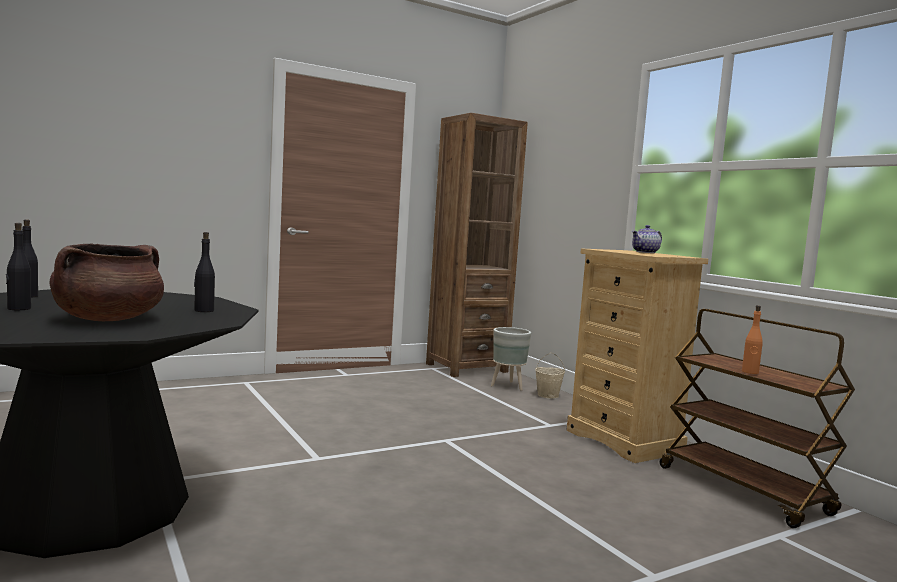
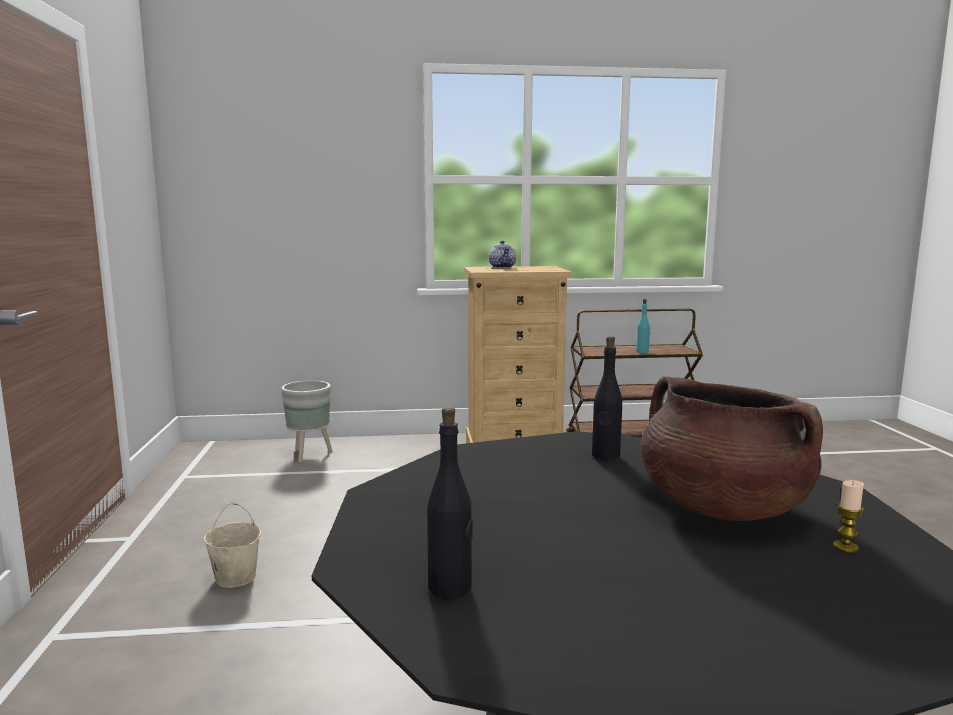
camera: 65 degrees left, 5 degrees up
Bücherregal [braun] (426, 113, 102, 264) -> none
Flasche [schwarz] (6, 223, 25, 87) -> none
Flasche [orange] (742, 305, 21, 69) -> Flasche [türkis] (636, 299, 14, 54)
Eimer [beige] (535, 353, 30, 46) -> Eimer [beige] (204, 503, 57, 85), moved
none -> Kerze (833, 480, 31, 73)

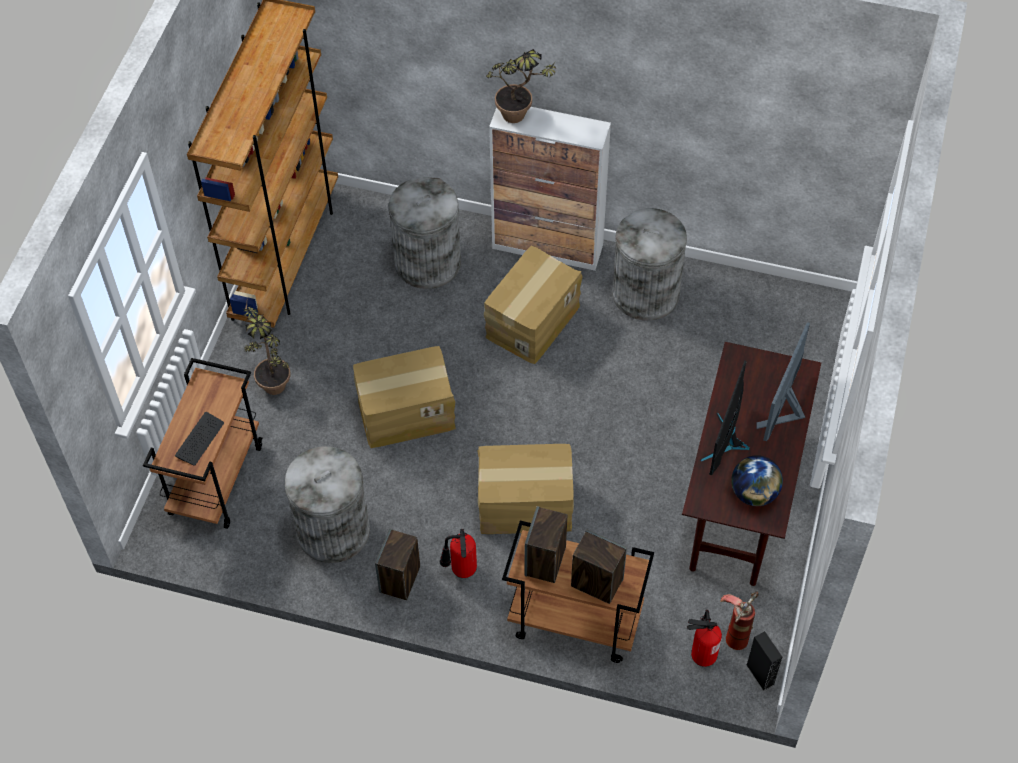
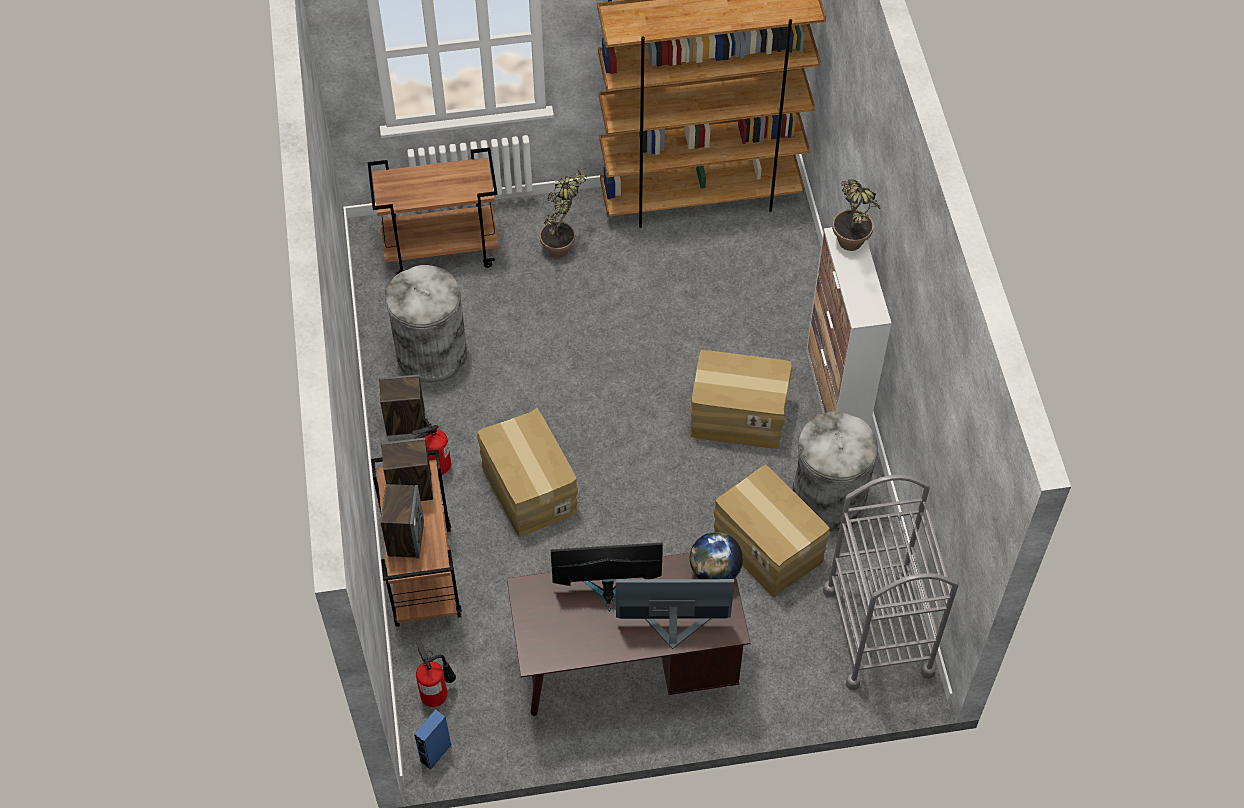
camera: 65 degrees right, 0 degrees up
Mülleimer [grau] (389, 177, 72, 112) -> none
Karton (353, 346, 103, 102) -> Karton (714, 465, 116, 133), moved
Tastatur (175, 412, 49, 54) -> none
Globus (731, 455, 52, 51) -> Globus (690, 532, 53, 47), moved
Feuerlöscher (720, 591, 39, 59) -> none
Lautsprecher [schwarz] (746, 631, 36, 60) -> Lautsprecher [blau] (414, 709, 38, 61)
none -> Rollwagen [grau] (823, 475, 135, 215)

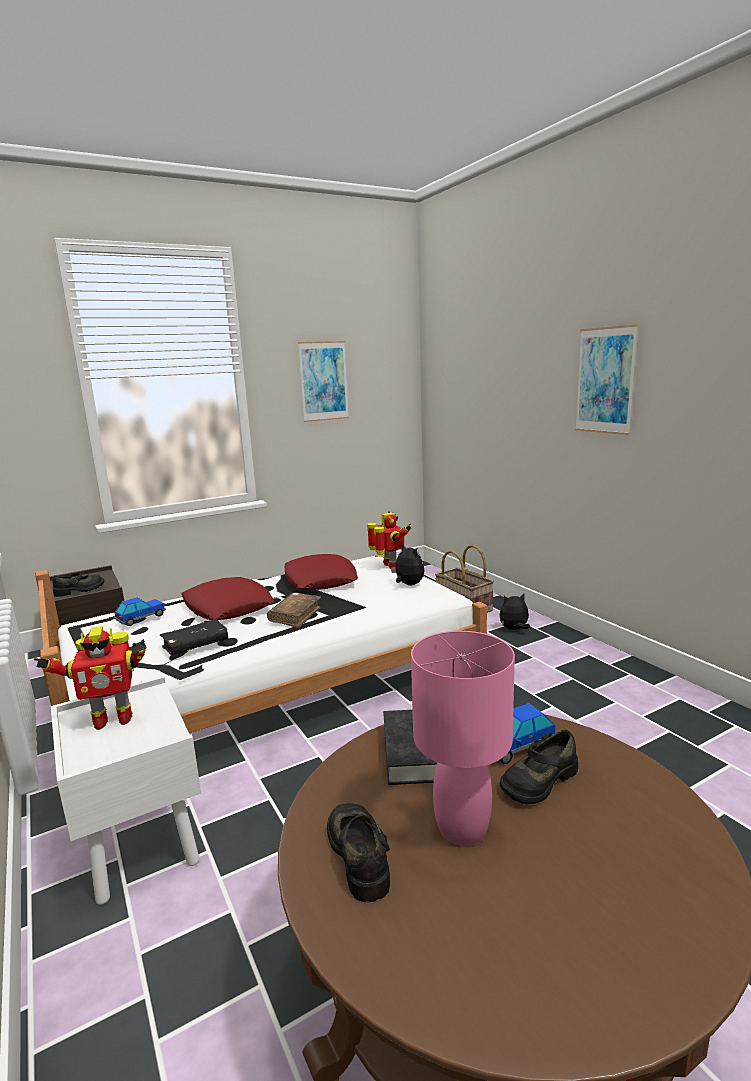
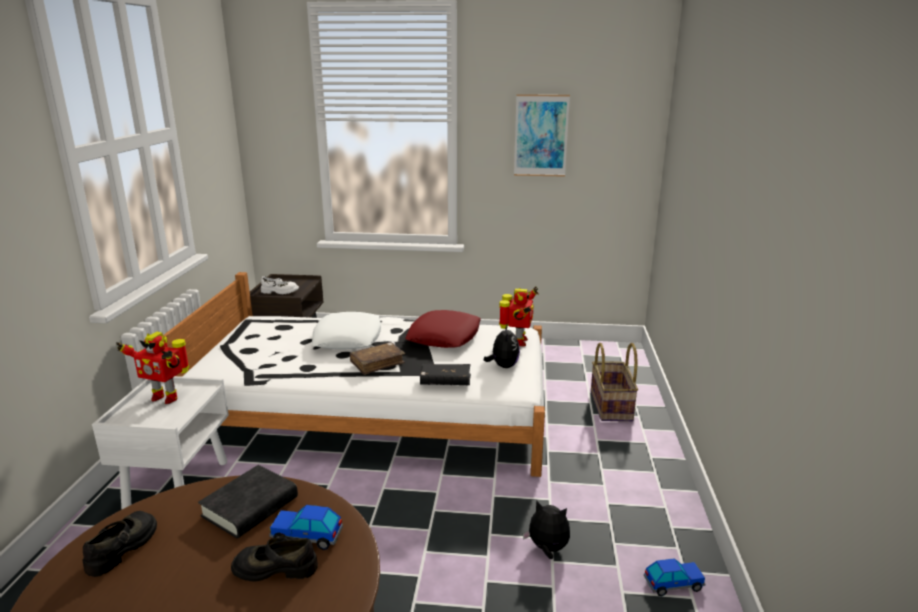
camera: 35 degrees right, 5 degrees up
Bild (575, 324, 63, 111) -> none
Schuh [schwarz] (52, 573, 53, 24) -> Schuh [weiß] (261, 276, 38, 18)
Kissen [rot] (181, 577, 93, 43) -> Kissen [weiß] (312, 312, 69, 37)
Plüschtier (499, 593, 31, 37) -> Plüschtier (523, 500, 47, 59), moved
Spielzeugauto (114, 597, 52, 29) -> Spielzeugauto (644, 558, 62, 39), moved
Buch [schwarz] (160, 619, 69, 36) -> Buch [schwarz] (419, 364, 52, 21), moved
Tischlampe [rosa] (411, 631, 104, 215) -> none

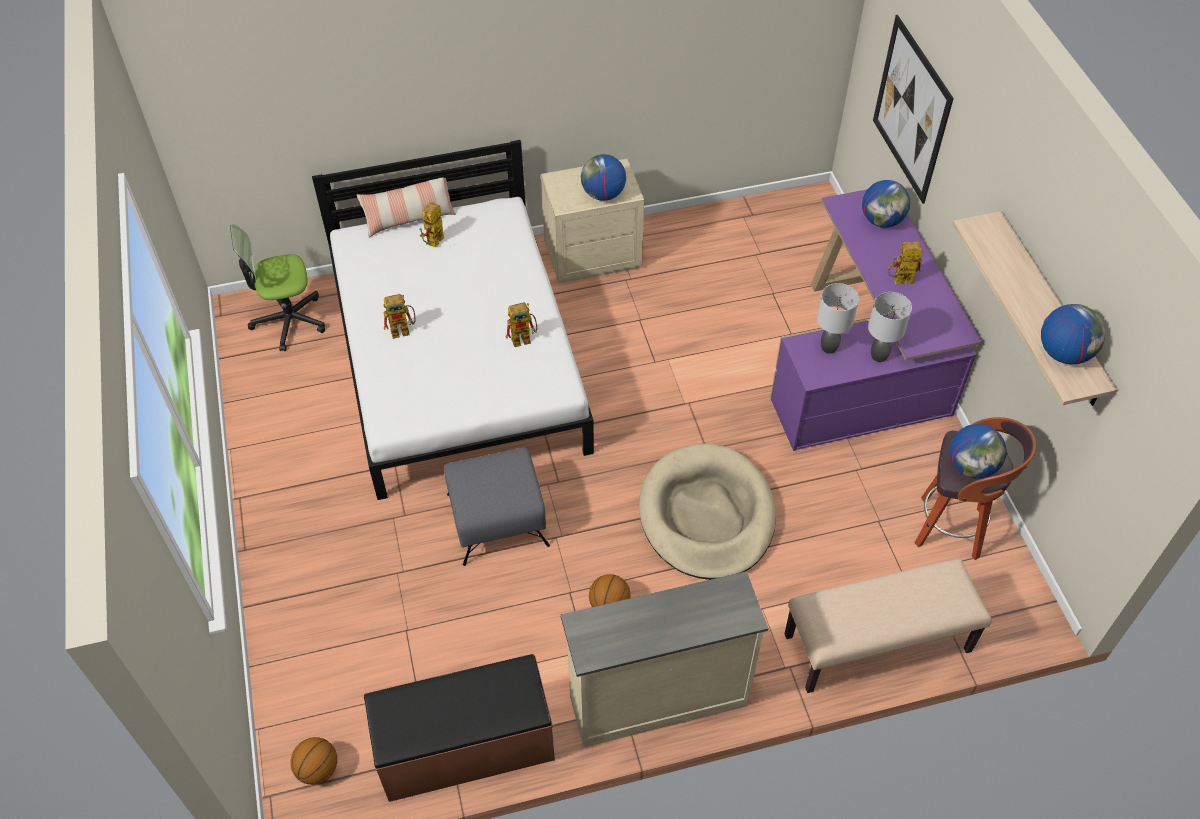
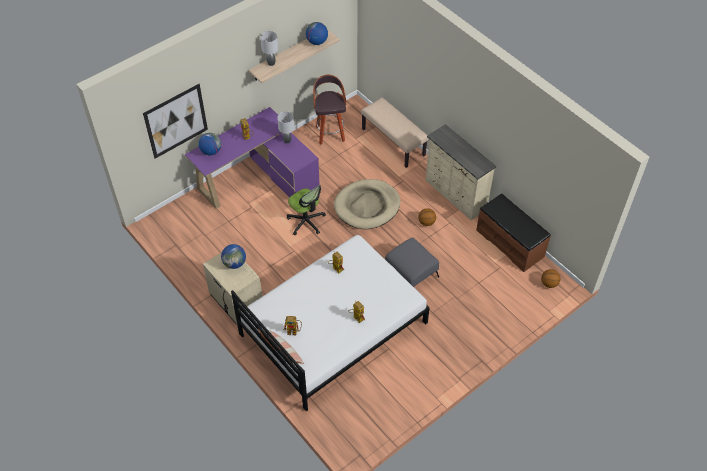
camera: 115 degrees left, 0 degrees up
Bürostuhl (230, 225, 95, 126) -> Bürostuhl (287, 185, 39, 51), moved
Tischlampe [grau] (817, 283, 42, 71) -> Tischlampe [grau] (260, 31, 18, 35), moved
Globus (950, 424, 57, 54) -> none

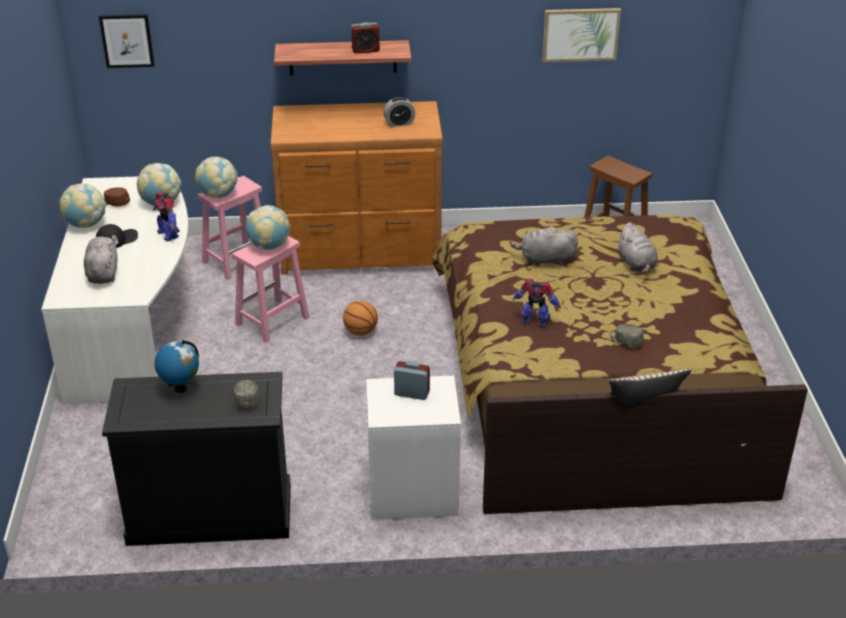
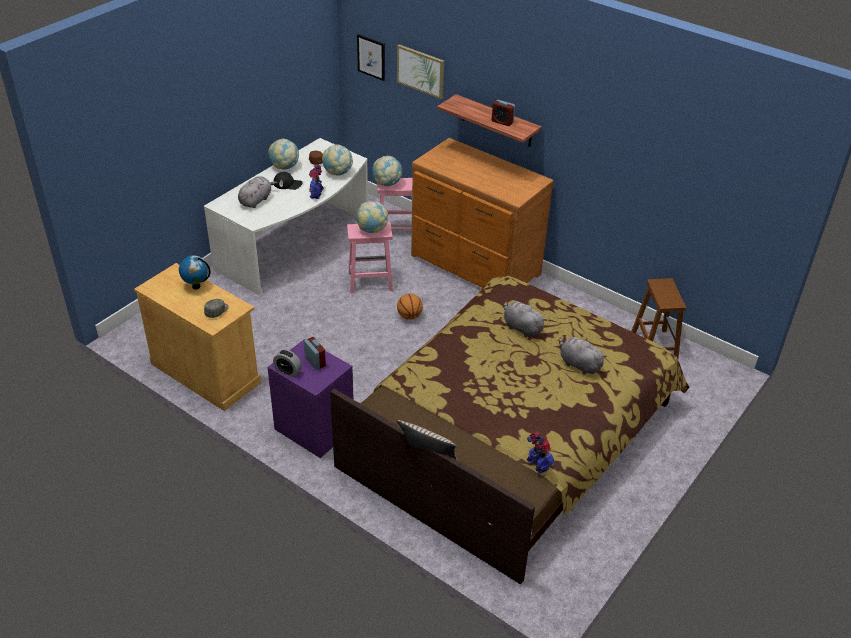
camera: 40 degrees right, 5 degrees up
Bild (542, 8, 79, 54) -> Bild (397, 44, 47, 55), moved
Wecker (383, 97, 32, 30) -> Wecker (273, 349, 29, 28), moved
Plüschtier [grau] (617, 222, 41, 52) -> Plüschtier [grau] (559, 337, 48, 38), 105 degrees clockwise
Spielzeugroboter (513, 279, 48, 47) -> Spielzeugroboter (527, 431, 28, 43), moved
Kappe [grau] (610, 324, 34, 24) -> none
Schrank [schwarz] (102, 372, 189, 174) -> Schrank [beige] (134, 263, 127, 148)
Nachttisch [weiß] (366, 376, 95, 144) -> Nachttisch [lila] (268, 339, 86, 119)

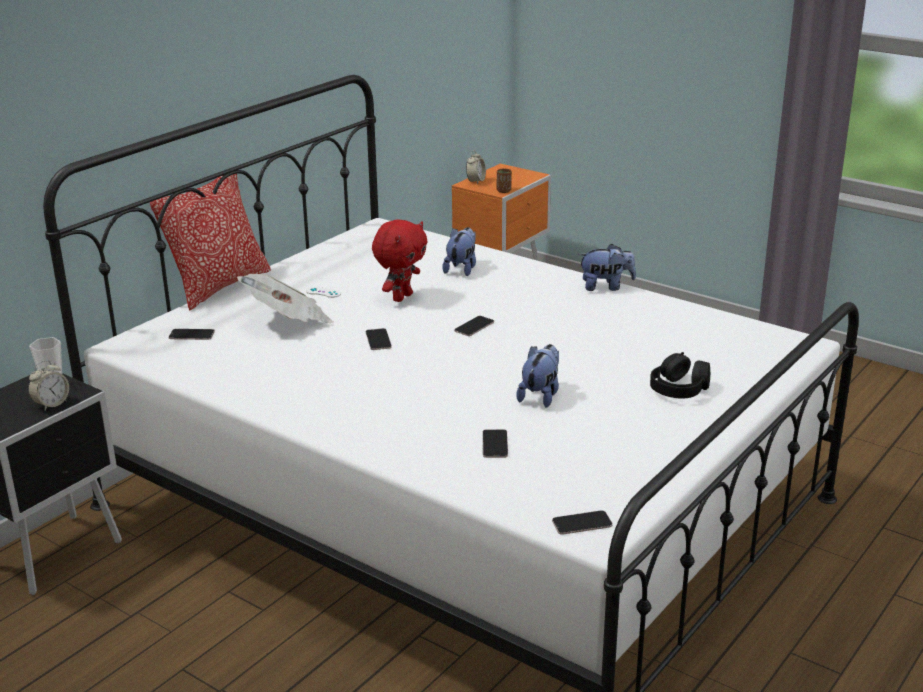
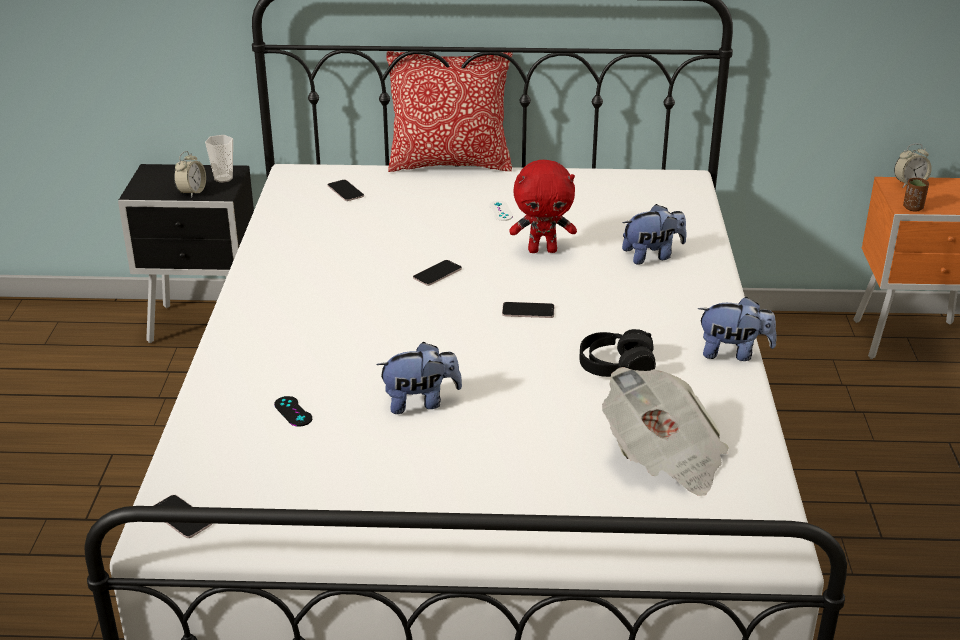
camera: 55 degrees right, 5 degrees up
Plüschtier (579, 244, 57, 47) -> Plüschtier (698, 297, 79, 64), 45 degrees counterclockwise
Zeitung (237, 274, 96, 49) -> Zeitung (602, 367, 127, 129), moved
Kopfhörer [schwarz] (650, 352, 60, 47) -> Kopfhörer [schwarz] (579, 329, 77, 48), moved
Wecker (28, 360, 41, 51) -> Wecker (174, 151, 32, 47), 75 degrees counterclockwise
Handy (483, 429, 25, 29) -> Gamepad [schwarz] (274, 396, 38, 31)

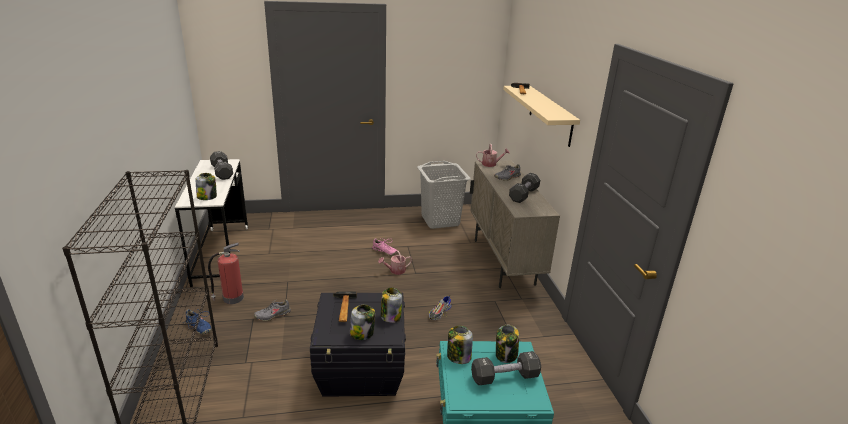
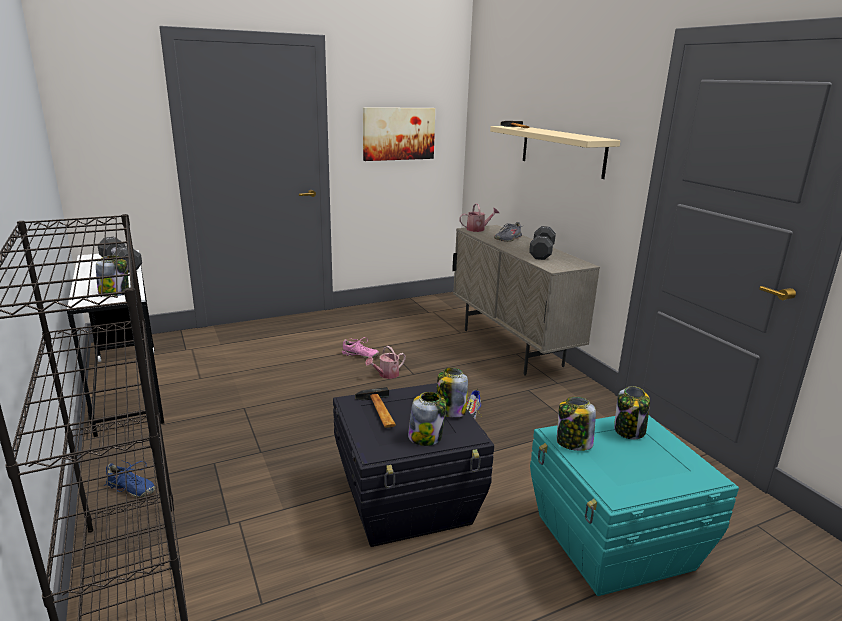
camera: 15 degrees left, 5 degrees down
Wäschekorb [grau] (417, 161, 54, 68) -> none
Feuerlöscher (208, 243, 36, 61) -> none
Schuh [grau] (254, 299, 37, 22) -> none
Hantel [schwarz] (471, 351, 70, 34) -> none
none -> Bild (363, 107, 72, 54)

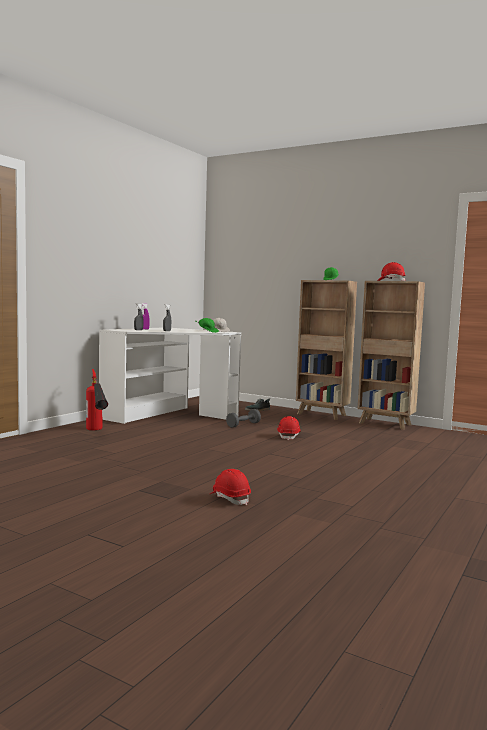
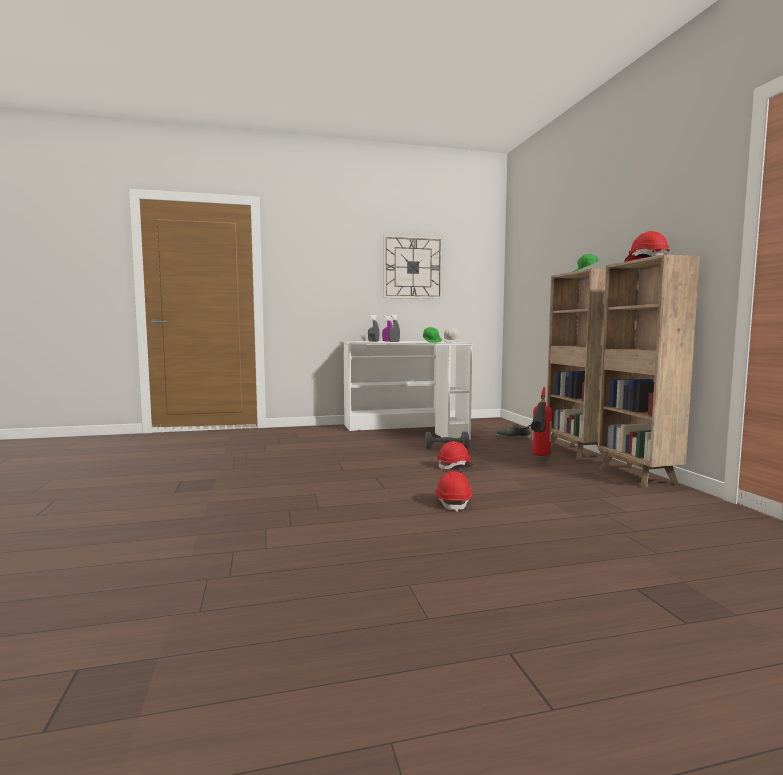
camera: 45 degrees right, 0 degrees up
Feuerlöscher (86, 369, 22, 62) -> Feuerlöscher (531, 387, 21, 69), moved
Schutzhelm [rot] (210, 469, 41, 36) -> Schutzhelm [rot] (435, 471, 38, 41), moved
none -> Wanduhr (383, 235, 60, 64)

